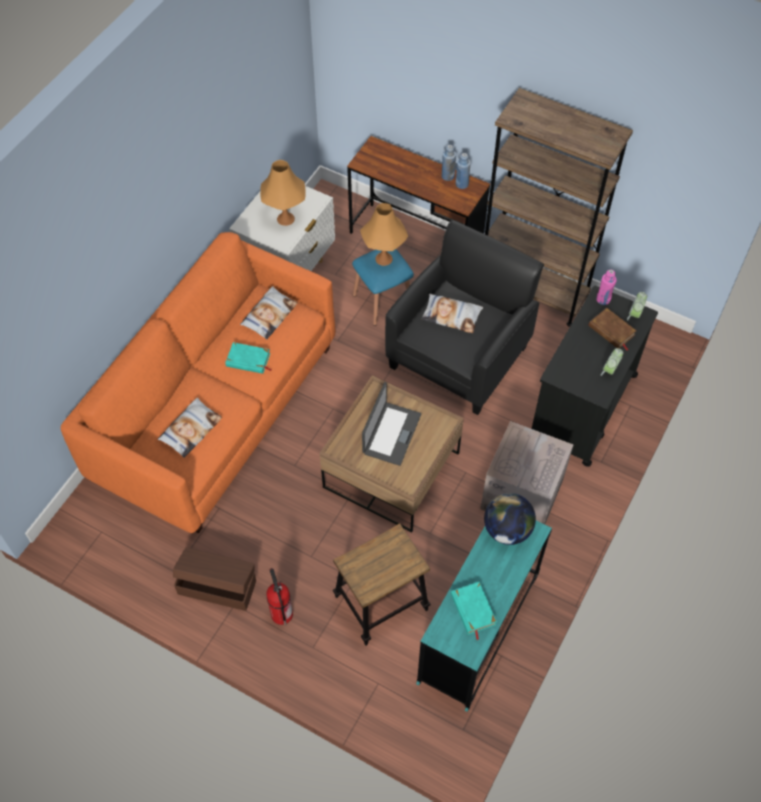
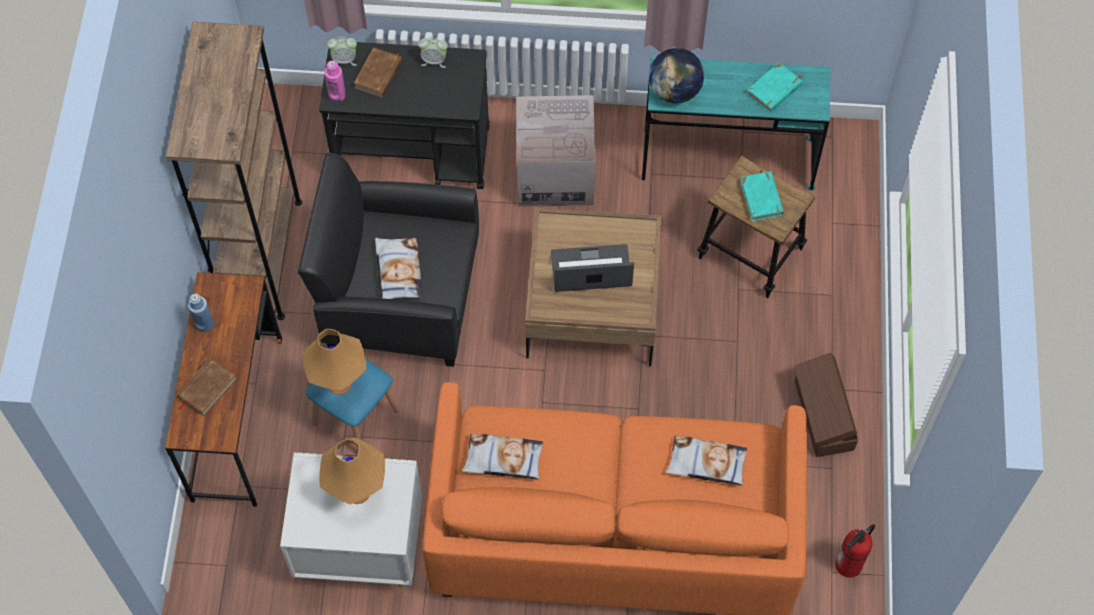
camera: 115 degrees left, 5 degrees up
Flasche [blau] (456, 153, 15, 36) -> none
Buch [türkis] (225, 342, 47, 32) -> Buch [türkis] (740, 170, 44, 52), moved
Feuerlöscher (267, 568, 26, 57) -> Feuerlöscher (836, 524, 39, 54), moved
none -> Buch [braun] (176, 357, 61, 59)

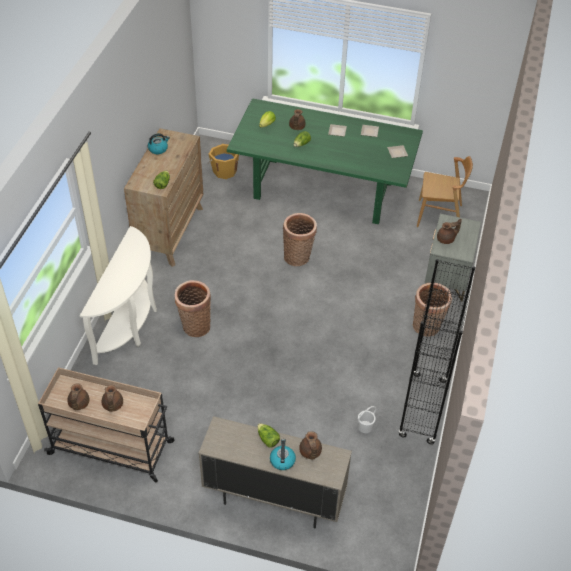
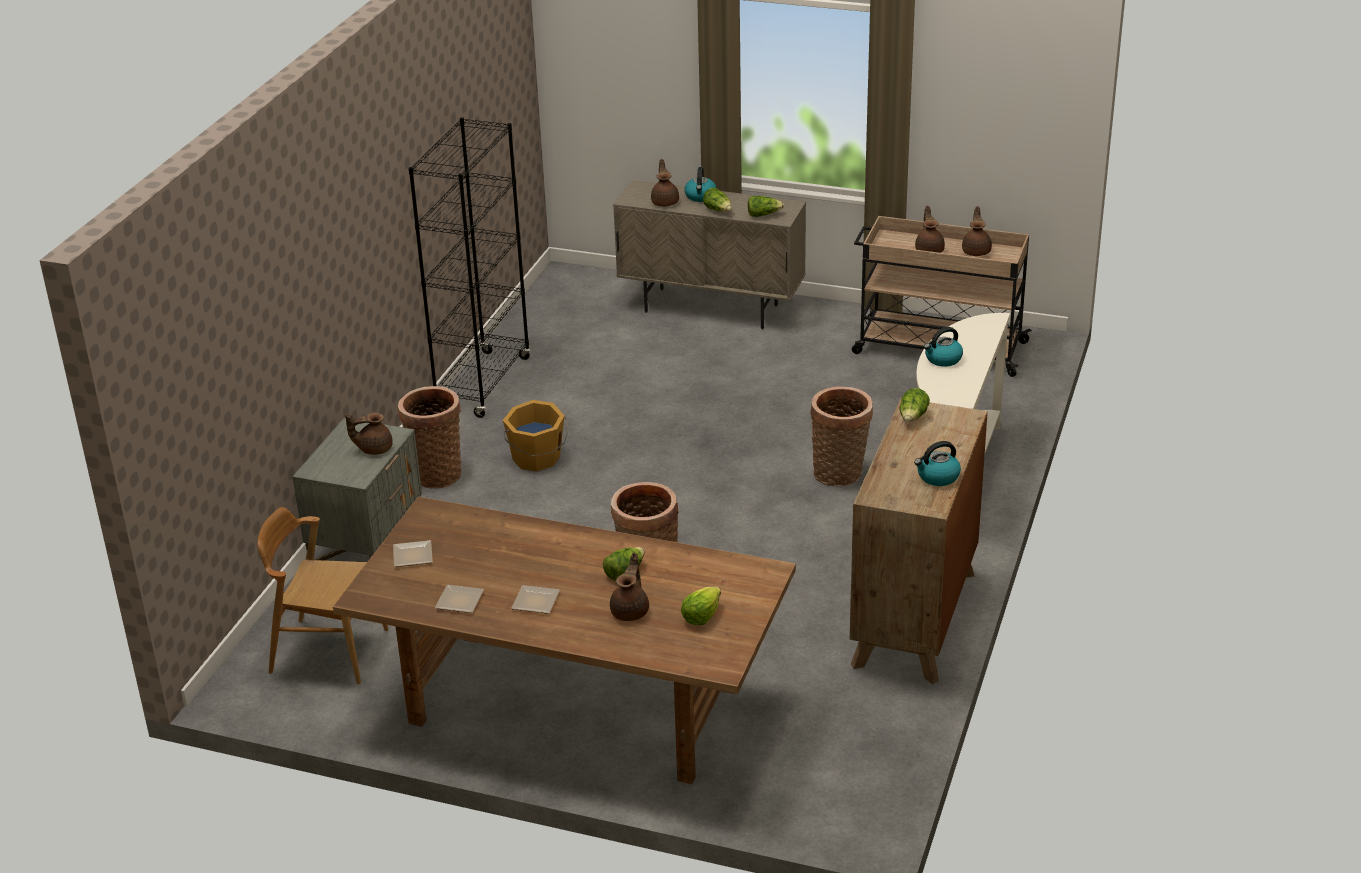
camera: 175 degrees left, 15 degrees down
Esstisch [grün] (227, 98, 196, 126) -> Esstisch [braun] (333, 497, 463, 287)
Eimer [orange] (208, 144, 31, 35) -> Eimer [orange] (503, 400, 66, 72), moved
Eimer [weiß] (358, 406, 18, 27) -> none
none -> Salatkopf (748, 196, 36, 21)
none -> Wasserkessel (924, 327, 39, 40)

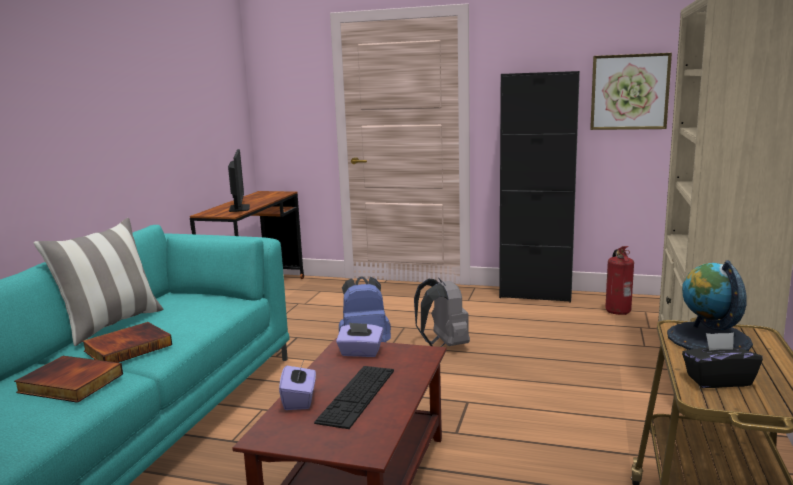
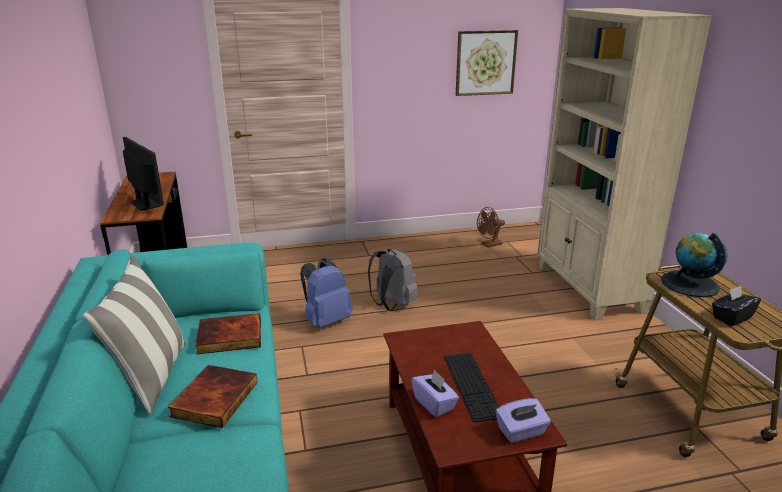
camera: 30 degrees left, 10 degrees up
Schrank [schwarz] (499, 71, 81, 231) -> none
Feuerlöscher (605, 246, 29, 69) -> Ventilator [braun] (477, 207, 28, 41)
Taschentuchbox [lila] (336, 323, 47, 34) -> Taschentuchbox [lila] (496, 398, 55, 45), moved
Buch (14, 356, 109, 47) -> Buch (195, 313, 66, 41), moved

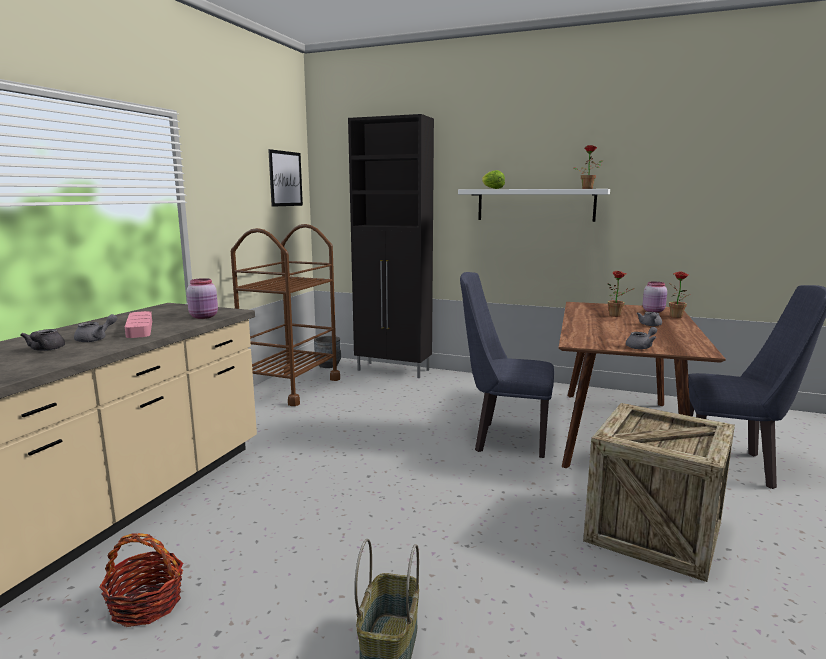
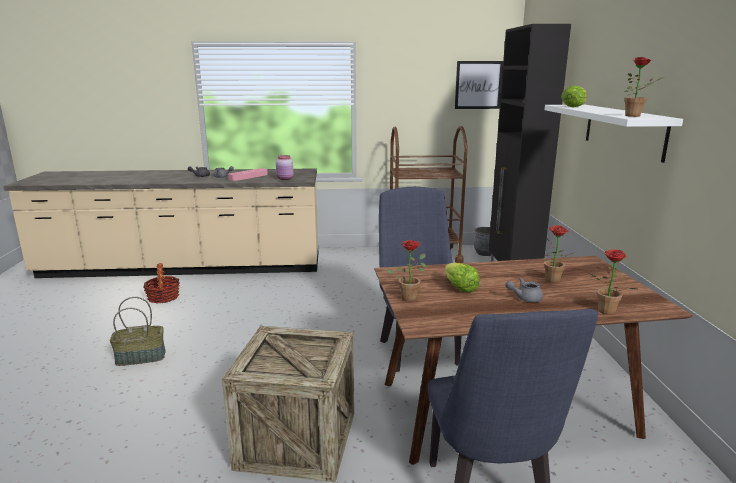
camera: 65 degrees right, 5 degrees up
Vorratsglas [rosa] (643, 282, 24, 31) -> none
Teekanne [grau] (626, 327, 31, 22) -> Topfpflanze (386, 240, 40, 62)
none -> Salatkopf (445, 263, 35, 29)

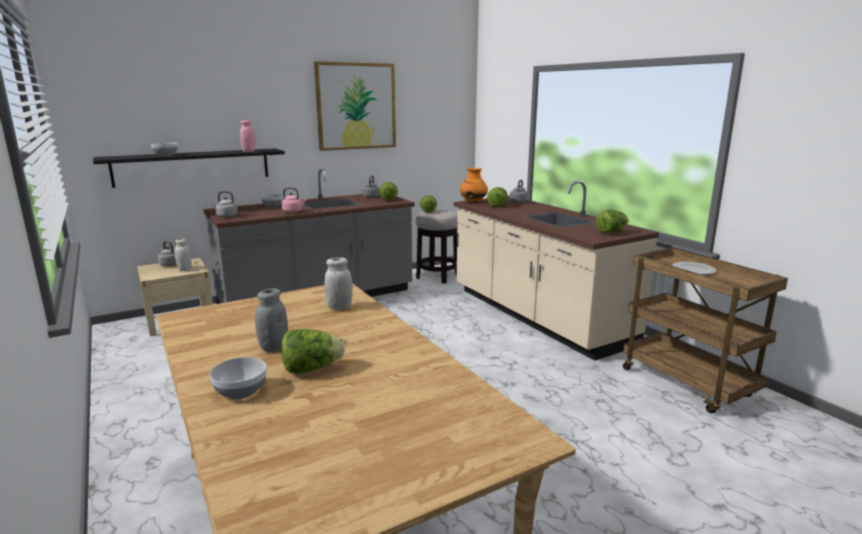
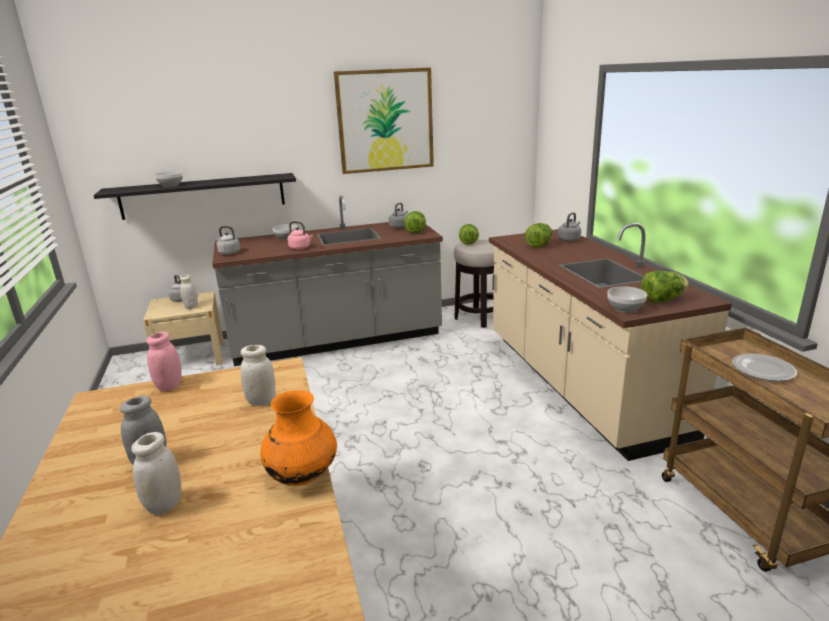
camera: 15 degrees right, 5 degrees up
Vorratsglas [rosa] (240, 120, 16, 32) -> Vorratsglas [rosa] (146, 332, 36, 59), moved
Vase [orange] (460, 168, 28, 35) -> Vase [orange] (261, 390, 76, 96), moved
Salatkopf (281, 329, 64, 45) -> Vorratsglas [weiß] (131, 432, 50, 83)
Schüssel (209, 357, 58, 43) -> Schüssel (607, 286, 40, 27), moved

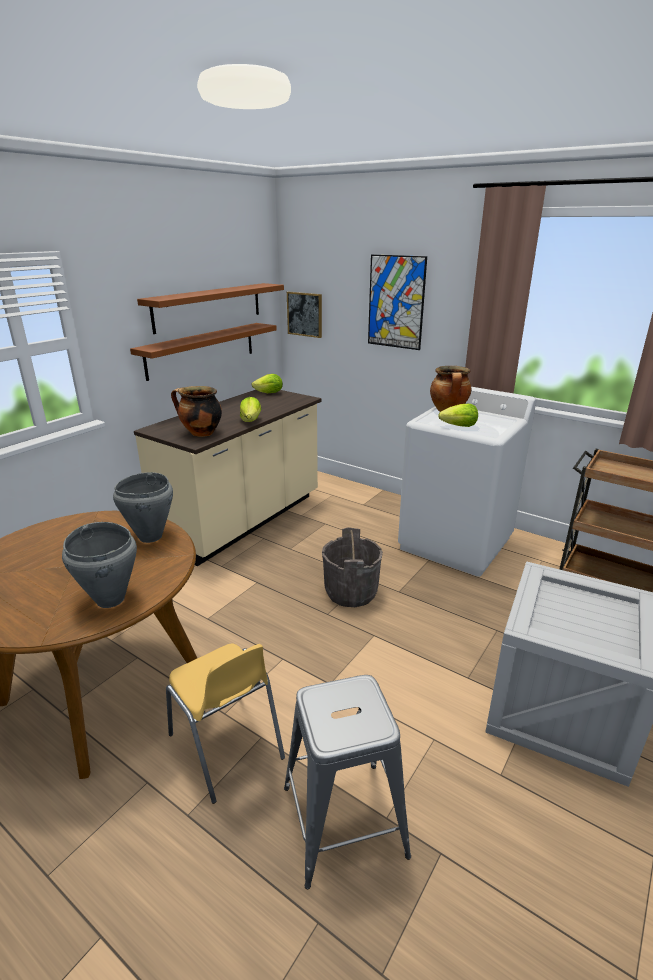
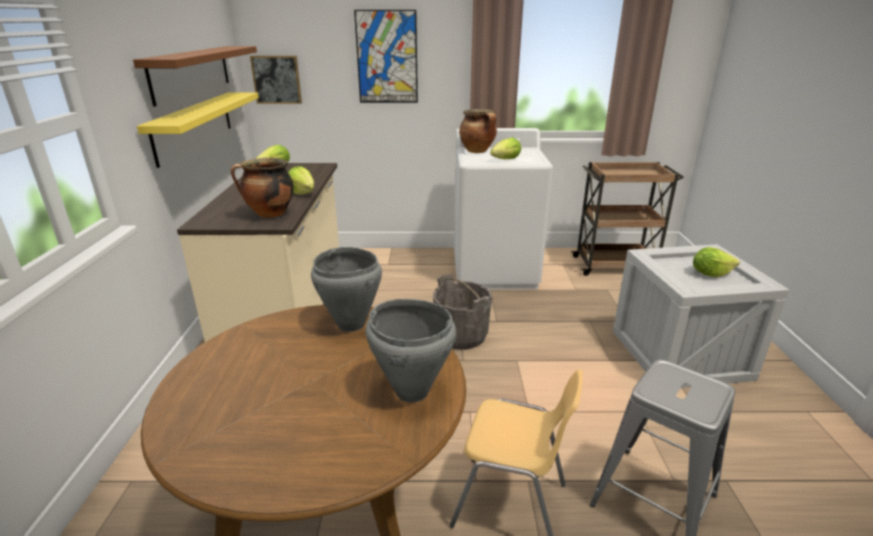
camera: 35 degrees left, 0 degrees up
Wandregal [braun] (130, 323, 147, 58) -> Wandregal [gelb] (137, 92, 122, 76)
none -> Salatkopf (693, 247, 47, 30)

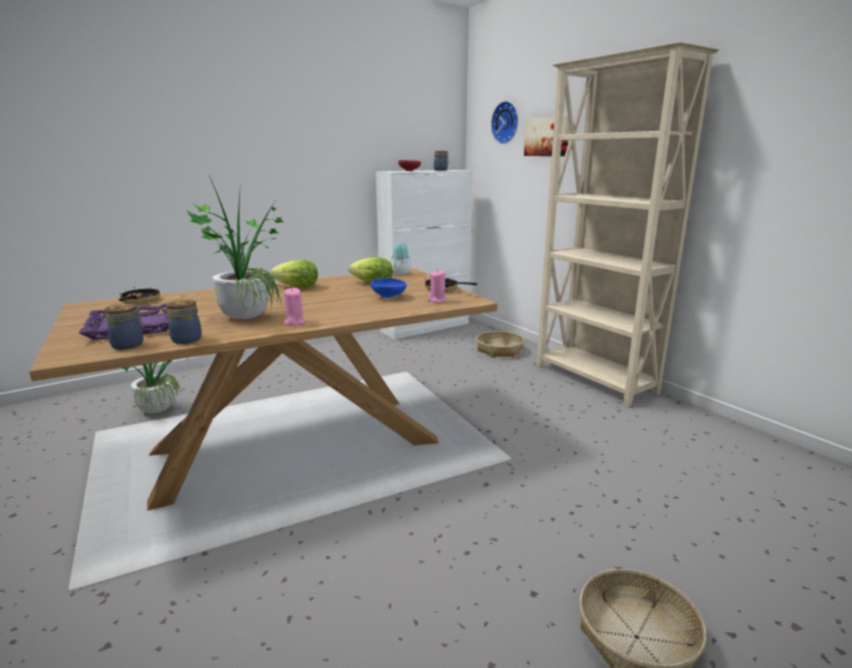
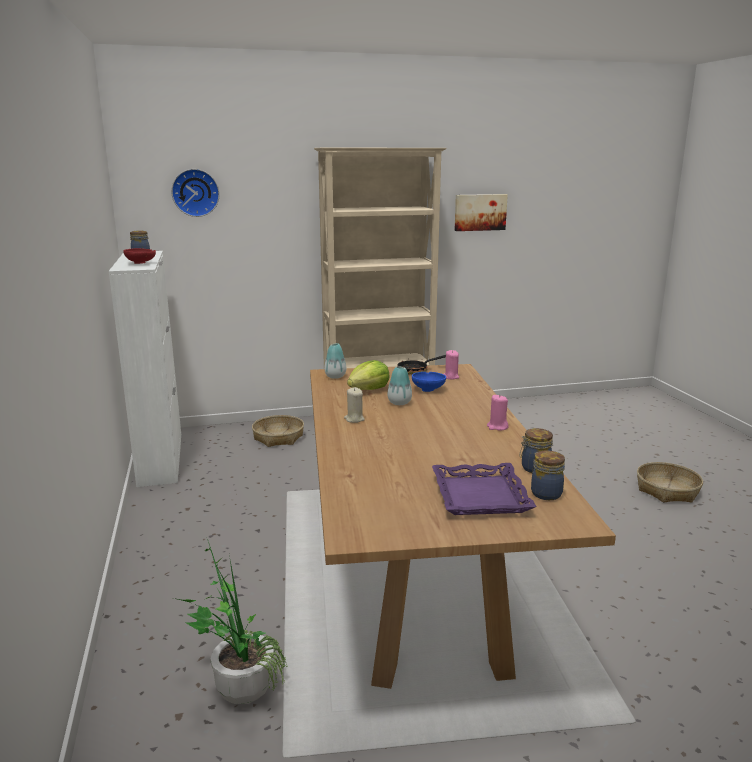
camera: 70 degrees left, 0 degrees up
Bild (524, 116, 45, 40) -> Bild (454, 194, 54, 37), moved
Topfpflanze (186, 176, 97, 143) -> none
Salatkopf (270, 260, 48, 28) -> Kerze [beige] (344, 387, 21, 36)
Pfanne (119, 287, 41, 18) -> none
none -> Vase (388, 367, 24, 38)

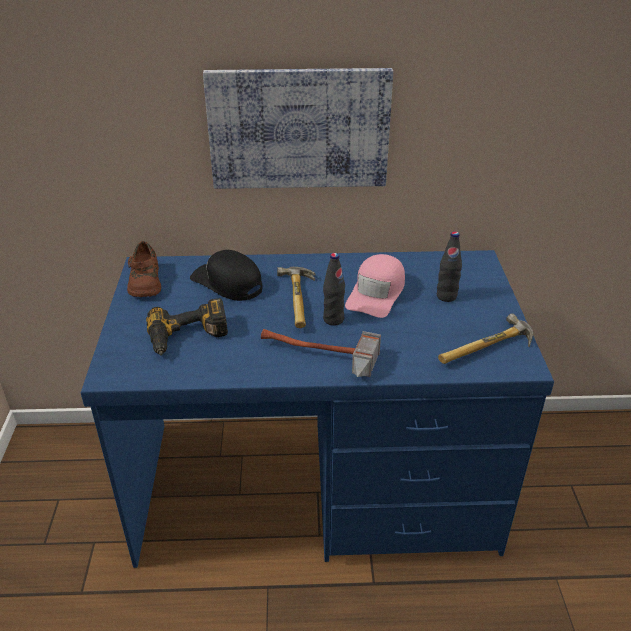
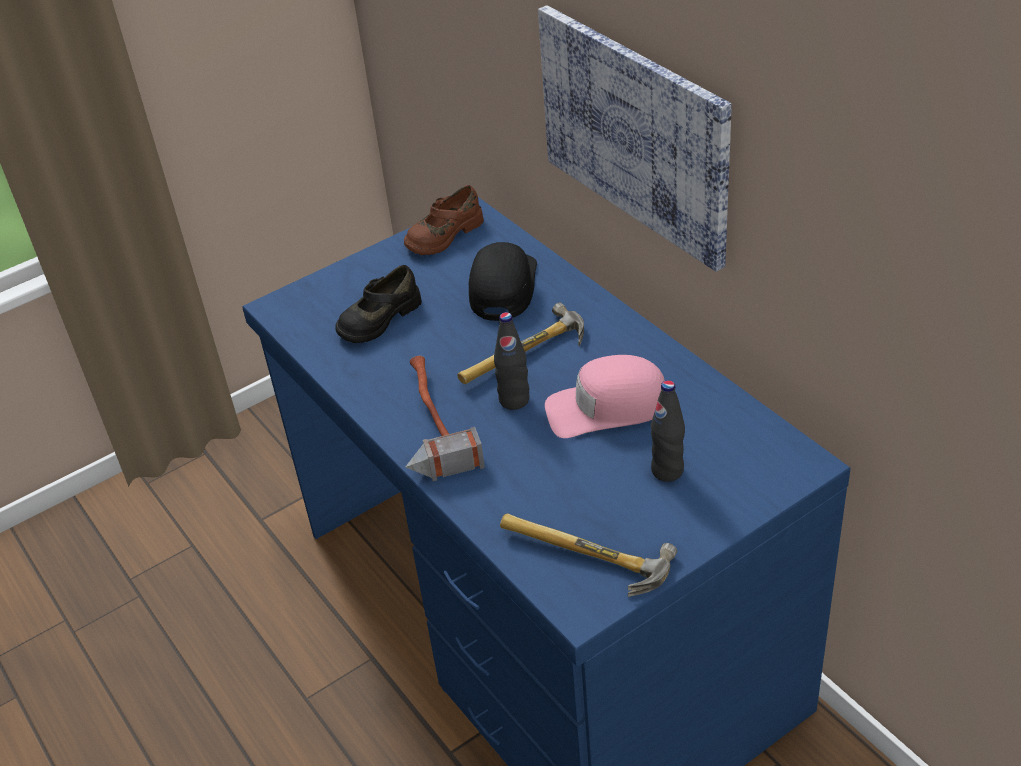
camera: 60 degrees right, 5 degrees up
Bohrmaschine (146, 298, 82, 58) -> Schuh [schwarz] (336, 265, 86, 78)

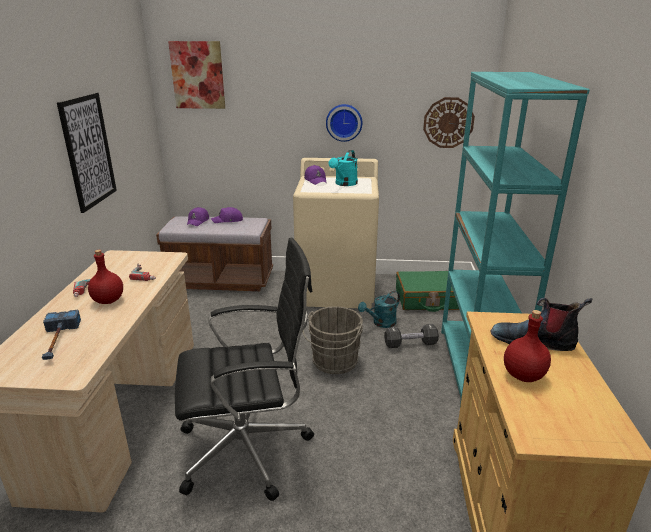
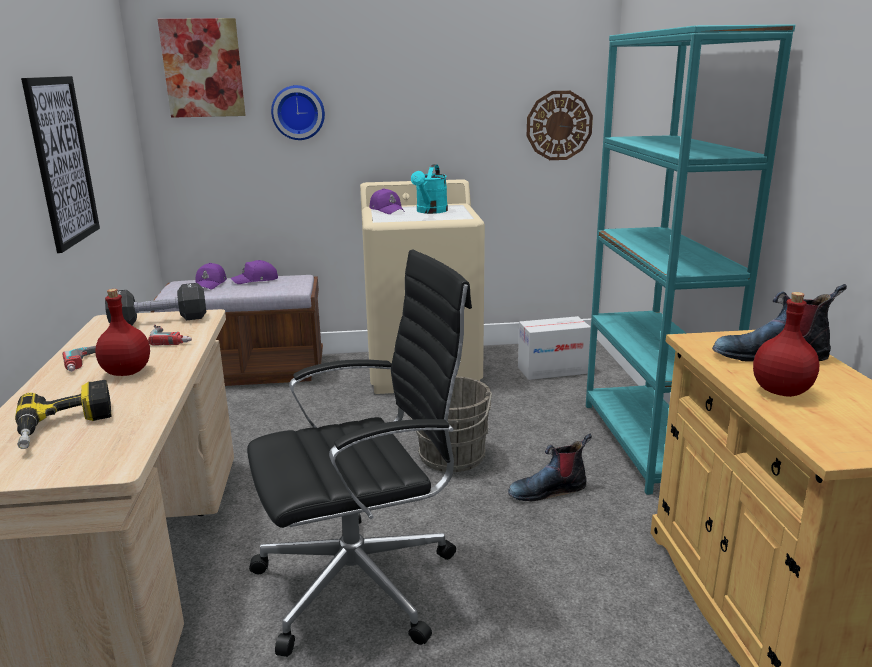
camera: 10 degrees left, 5 degrees down
Wanduhr (326, 104, 36, 38) -> Wanduhr (271, 85, 54, 55), moved
Koffer [grün] (396, 271, 63, 41) -> Karton (518, 316, 73, 64)
Gießkanne [türkis] (358, 291, 42, 37) -> none
Hammer (42, 310, 39, 50) -> Bohrmaschine (15, 380, 97, 69)
Hantel [schwarz] (384, 324, 55, 24) -> Hantel [schwarz] (105, 283, 101, 42), moved
none -> Stiefel (508, 434, 84, 68)

